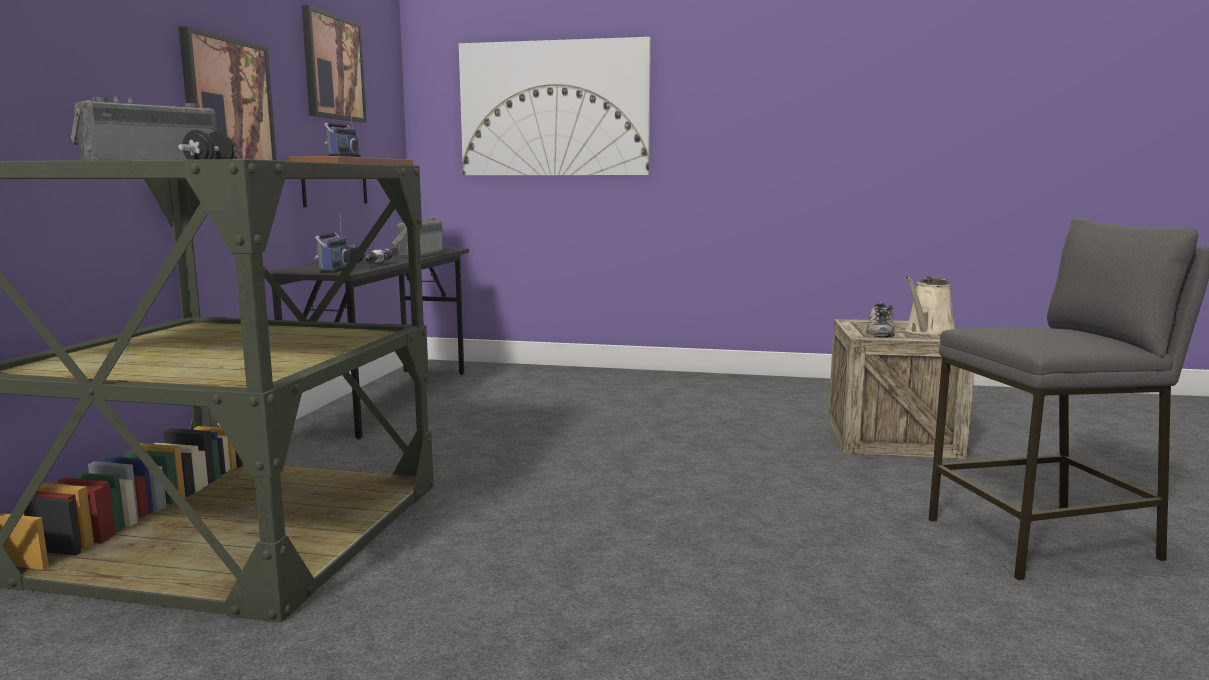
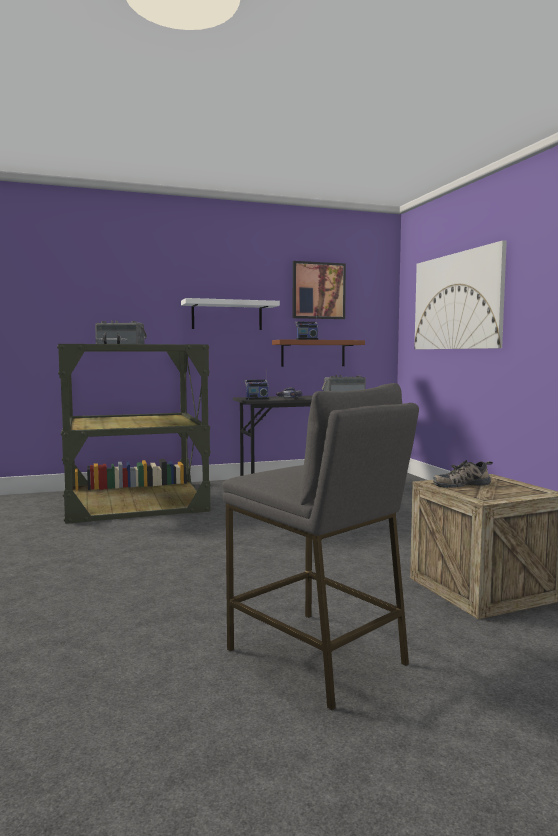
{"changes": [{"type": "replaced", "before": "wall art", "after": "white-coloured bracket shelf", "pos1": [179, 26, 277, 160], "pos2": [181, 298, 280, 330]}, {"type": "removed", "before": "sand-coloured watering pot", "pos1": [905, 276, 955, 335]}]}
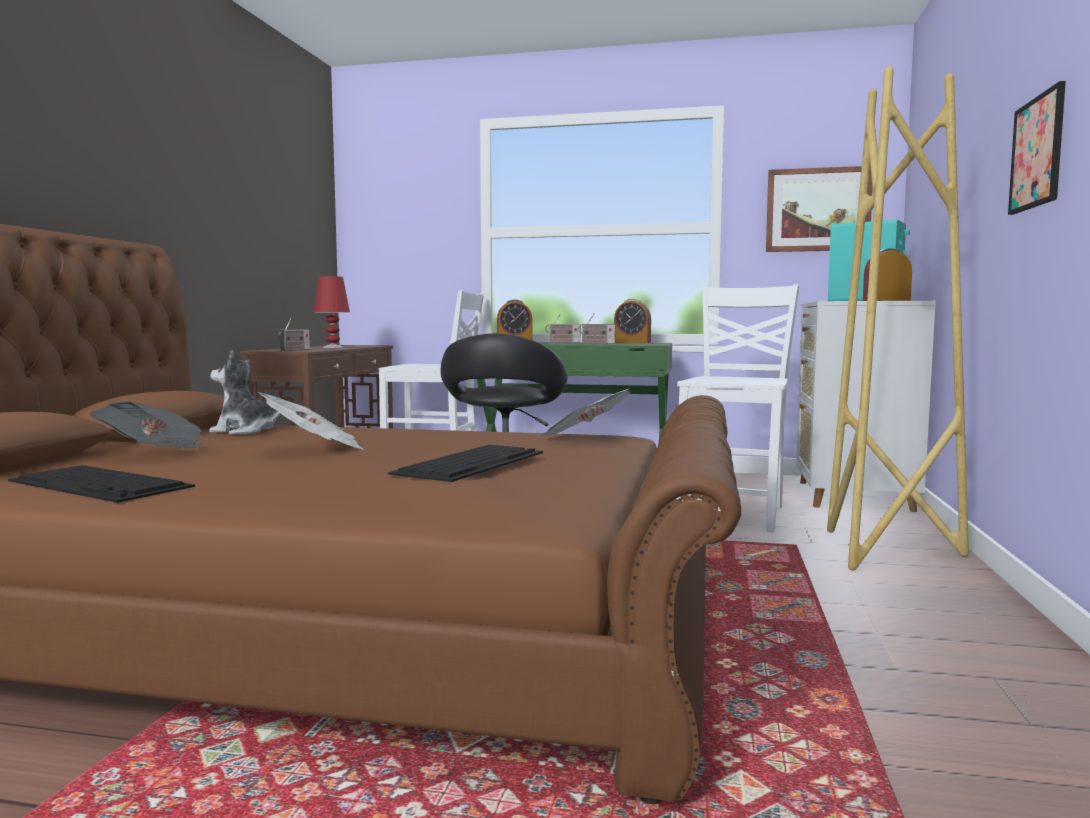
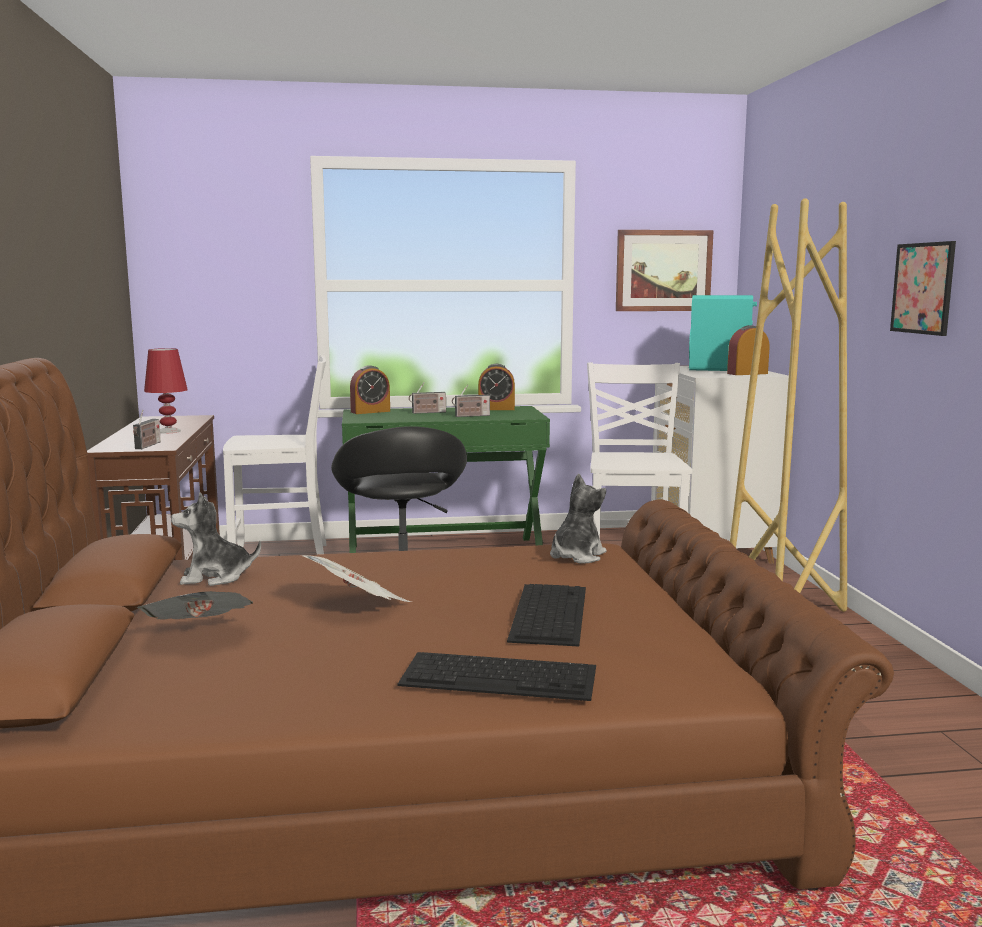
{"changes": [{"type": "replaced", "before": "daily paper", "after": "plush toy", "pos1": [541, 388, 630, 436], "pos2": [550, 474, 606, 564]}, {"type": "moved", "before": "PC keyboard", "pos1": [8, 465, 195, 503], "pos2": [397, 652, 596, 701]}]}
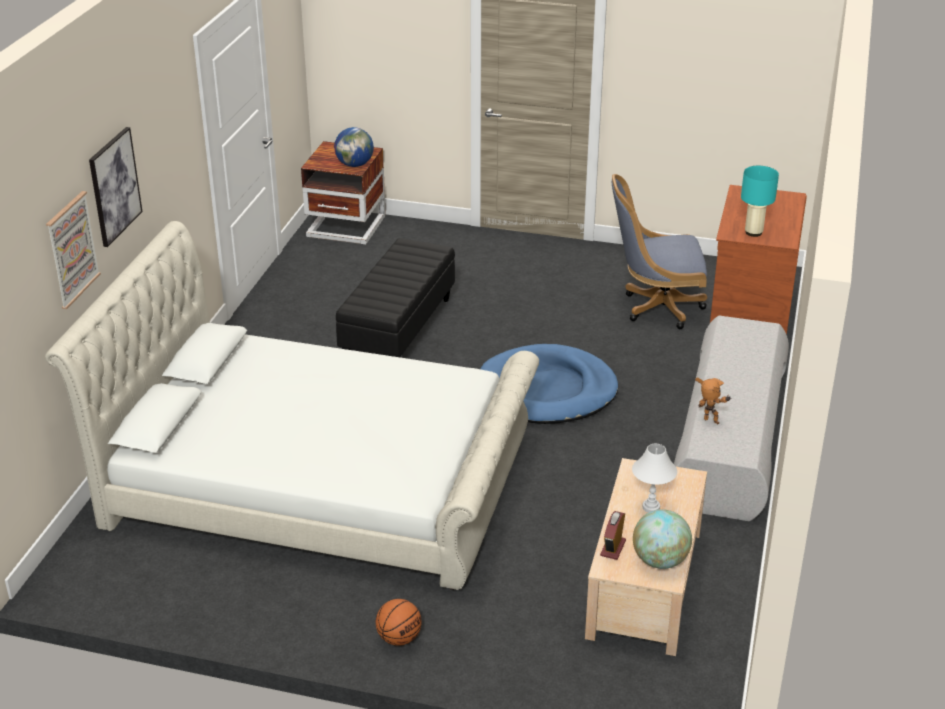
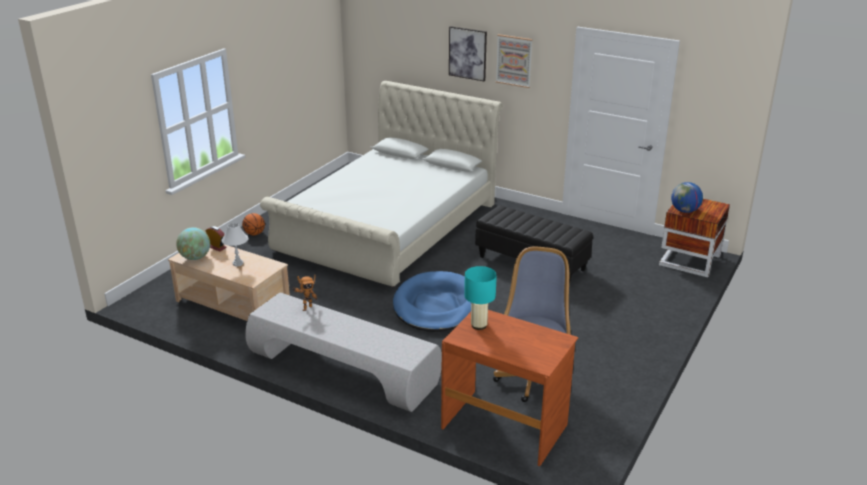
{"changes": [{"type": "moved", "before": "wall art", "pos1": [46, 191, 101, 309], "pos2": [496, 34, 533, 88]}]}
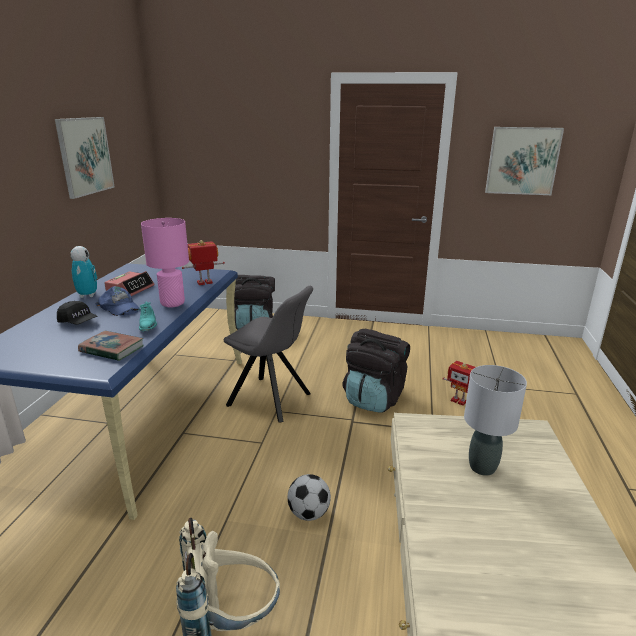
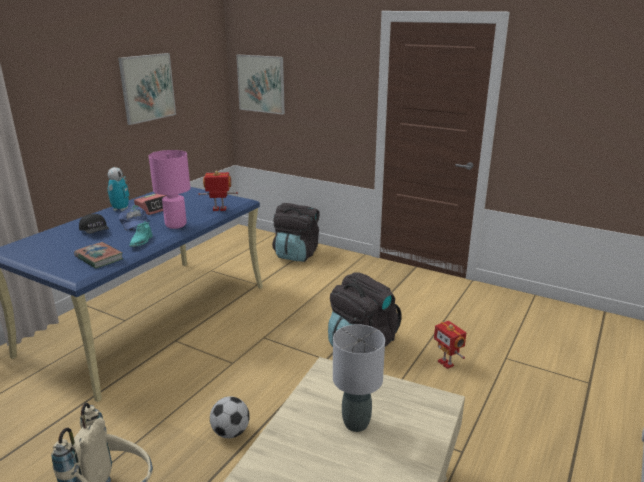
{"changes": [{"type": "moved", "before": "wall art", "pos1": [485, 127, 564, 195], "pos2": [236, 54, 285, 114]}, {"type": "removed", "before": "gray chair", "pos1": [224, 286, 313, 423]}]}
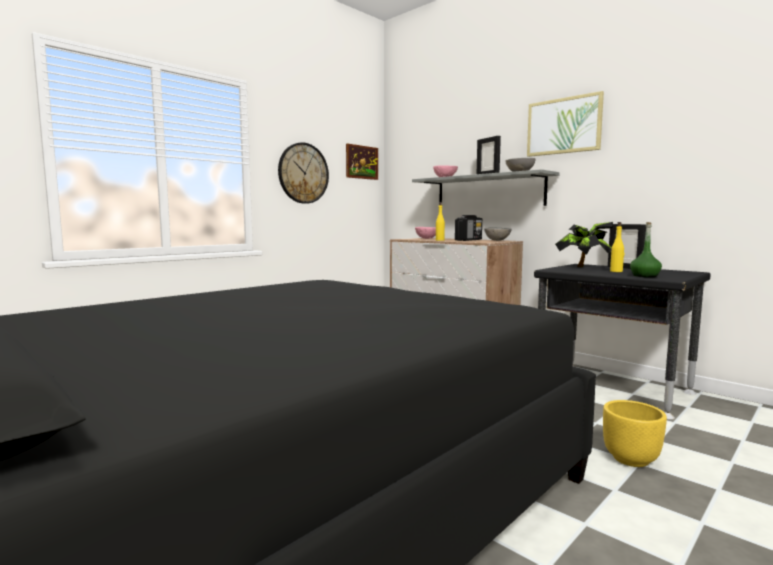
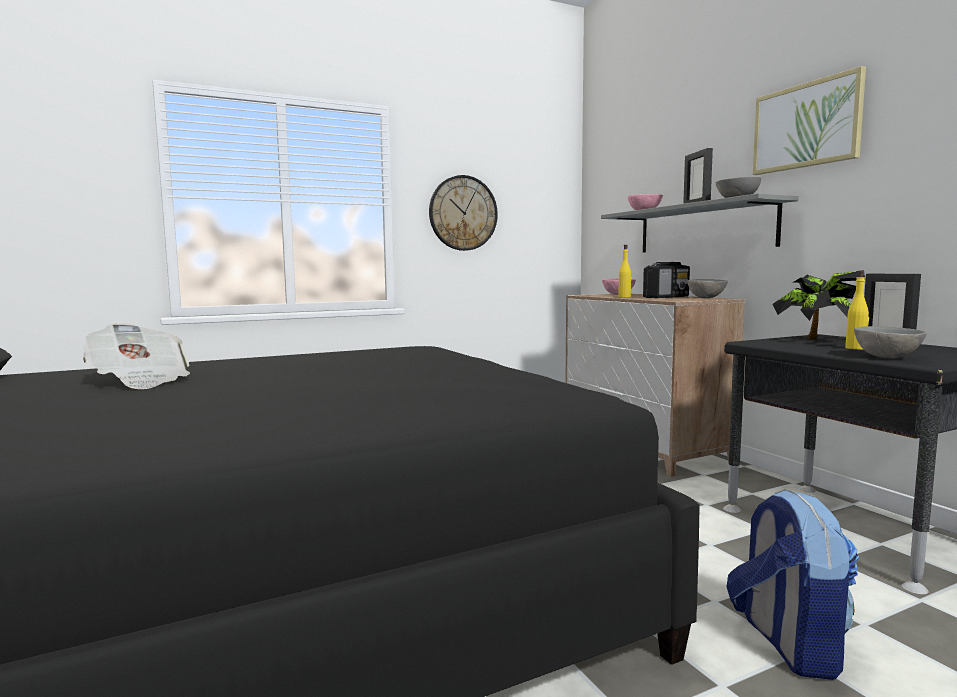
{"changes": [{"type": "removed", "before": "wall art", "pos1": [346, 143, 378, 180]}, {"type": "replaced", "before": "green beverage bottle", "after": "gray serving bowl", "pos1": [630, 222, 662, 277], "pos2": [854, 326, 927, 358]}, {"type": "replaced", "before": "yellow-coloured plant pot", "after": "rucksack", "pos1": [603, 400, 667, 467], "pos2": [726, 489, 859, 680]}, {"type": "added", "after": "daily paper", "pos2": [82, 323, 190, 389]}]}
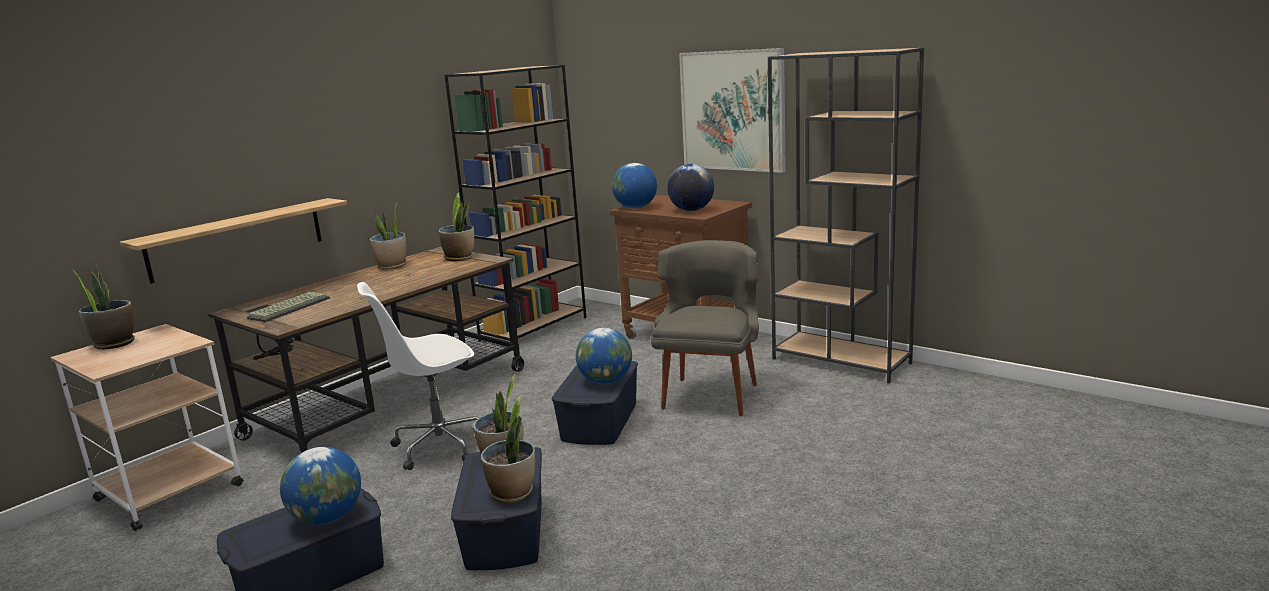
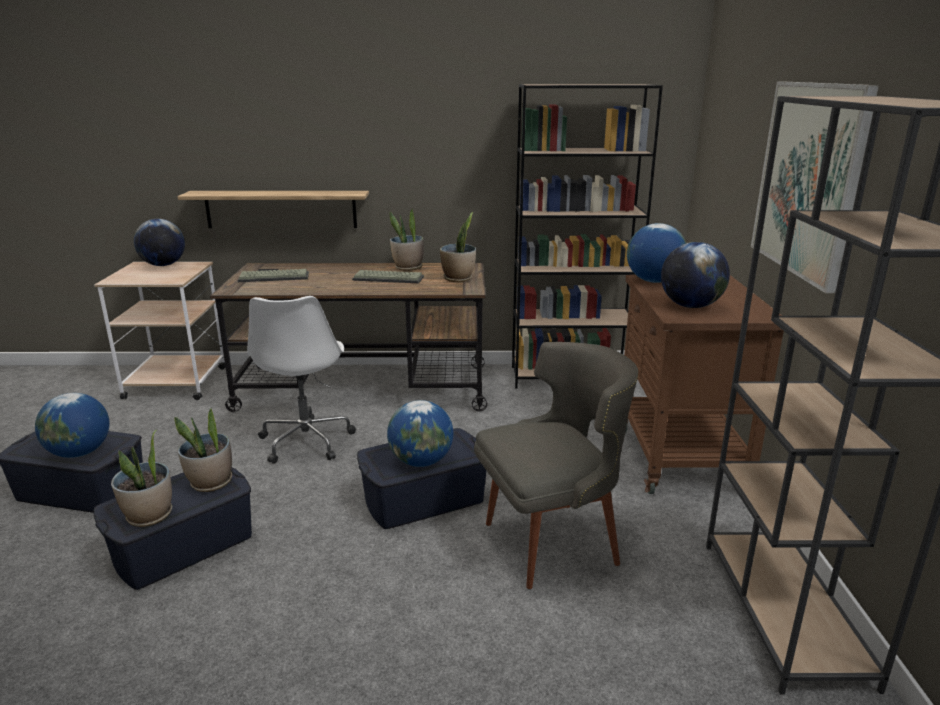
{"changes": [{"type": "replaced", "before": "houseplant", "after": "globe", "pos1": [69, 265, 135, 350], "pos2": [134, 219, 185, 266]}, {"type": "turned", "before": "white-coloured desk chair", "pos1": [357, 282, 480, 470], "pos2": [247, 296, 356, 464], "turn": -120}, {"type": "added", "after": "PC keyboard", "pos2": [352, 270, 424, 283]}]}
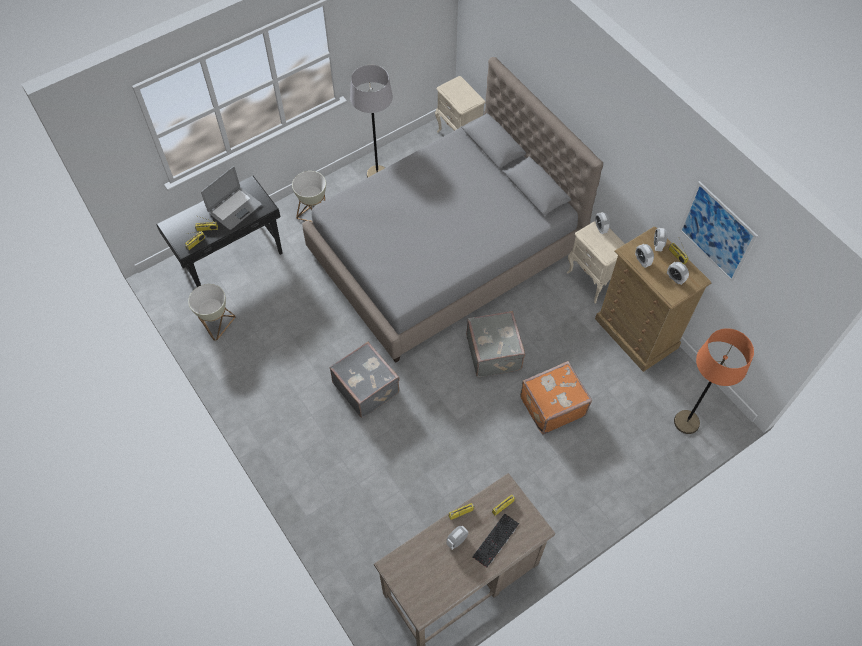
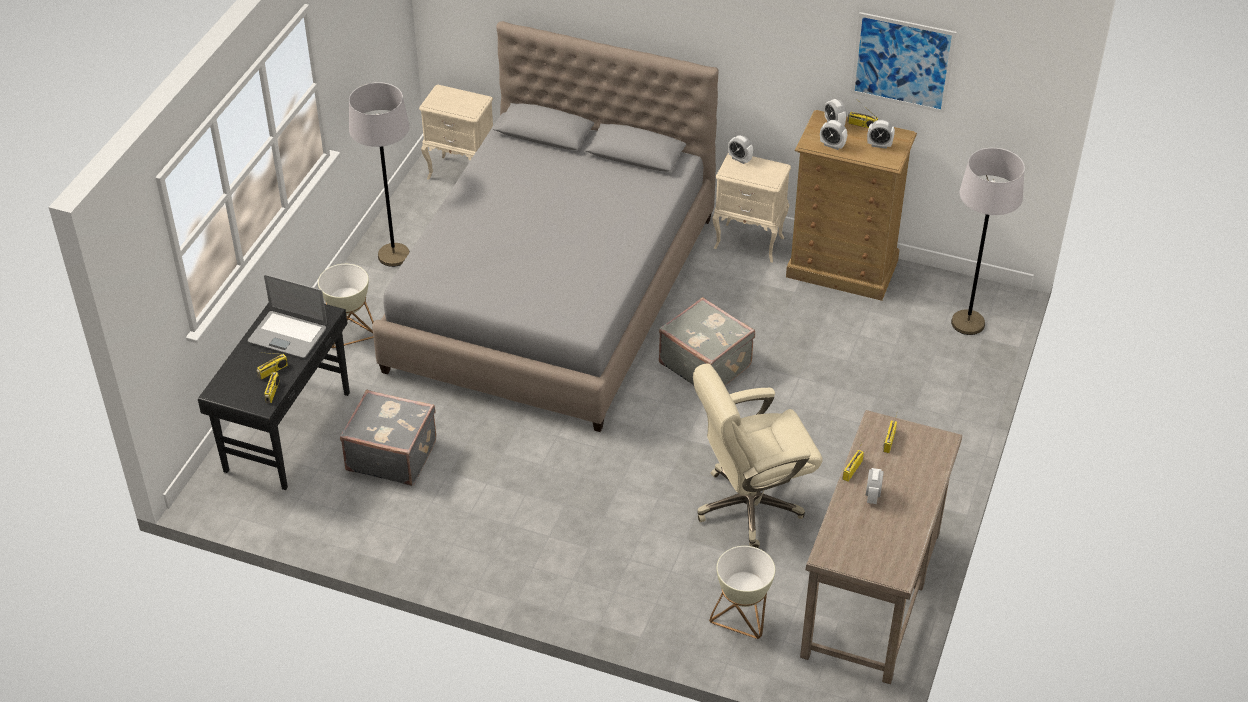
{"changes": [{"type": "turned", "before": "laptop", "pos1": [201, 166, 262, 230], "pos2": [248, 275, 327, 358], "turn": 105}, {"type": "moved", "before": "plant pot", "pos1": [188, 284, 236, 341], "pos2": [709, 546, 775, 639]}, {"type": "recoloured", "before": "orange standard lamp", "after": "gray standard lamp", "pos1": [674, 328, 754, 434], "pos2": [951, 148, 1025, 335]}, {"type": "moved", "before": "gray piece of luggage", "pos1": [330, 342, 400, 418], "pos2": [340, 390, 436, 486]}, {"type": "removed", "before": "orange piece of luggage", "pos1": [520, 361, 592, 435]}, {"type": "removed", "before": "PC keyboard", "pos1": [472, 513, 519, 568]}, {"type": "added", "after": "sand-coloured desk chair", "pos2": [693, 364, 823, 548]}]}
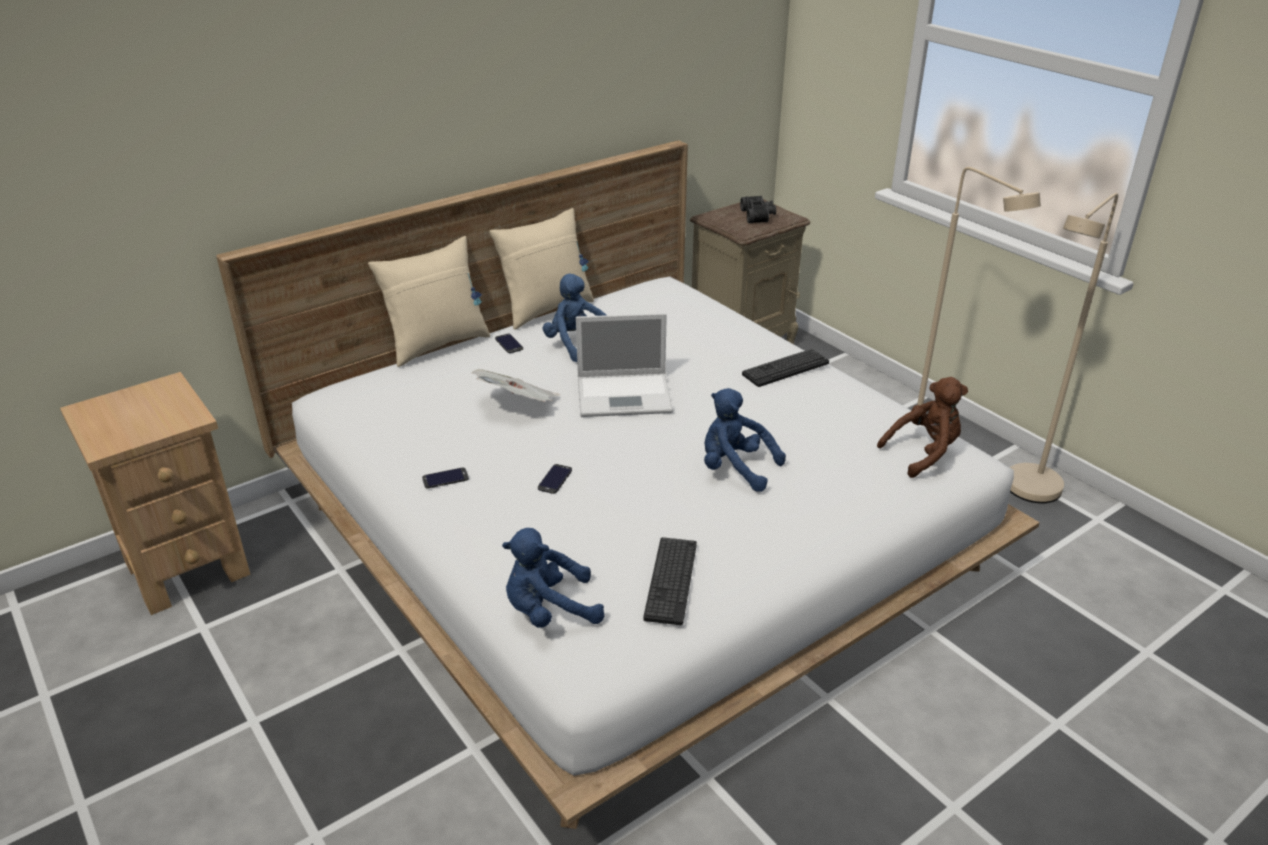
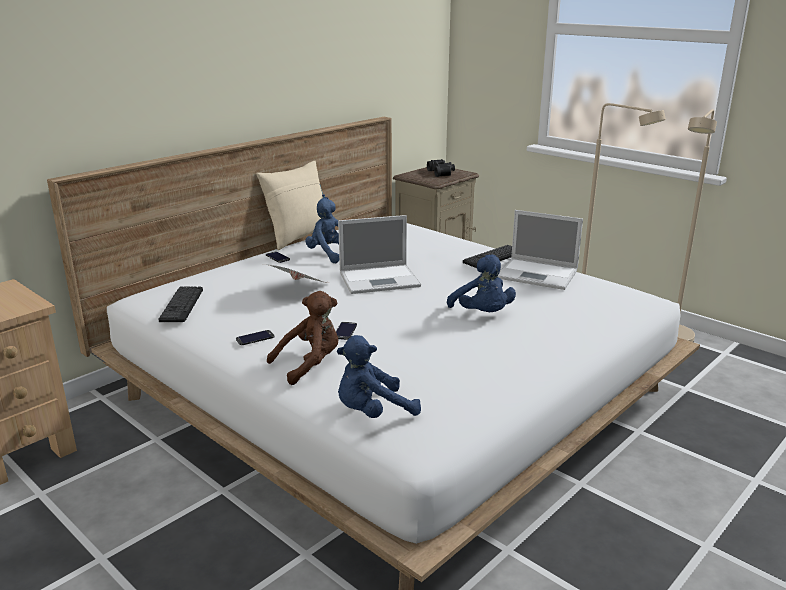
{"changes": [{"type": "removed", "before": "sand-coloured pillow", "pos1": [368, 236, 490, 367]}, {"type": "moved", "before": "brownish plush toy", "pos1": [877, 377, 968, 478], "pos2": [267, 291, 339, 385]}, {"type": "turned", "before": "blue plush toy", "pos1": [704, 388, 786, 492], "pos2": [447, 255, 516, 312], "turn": -135}, {"type": "moved", "before": "PC keyboard", "pos1": [644, 537, 697, 625], "pos2": [158, 286, 203, 322]}, {"type": "added", "after": "laptop", "pos2": [498, 210, 583, 290]}]}
